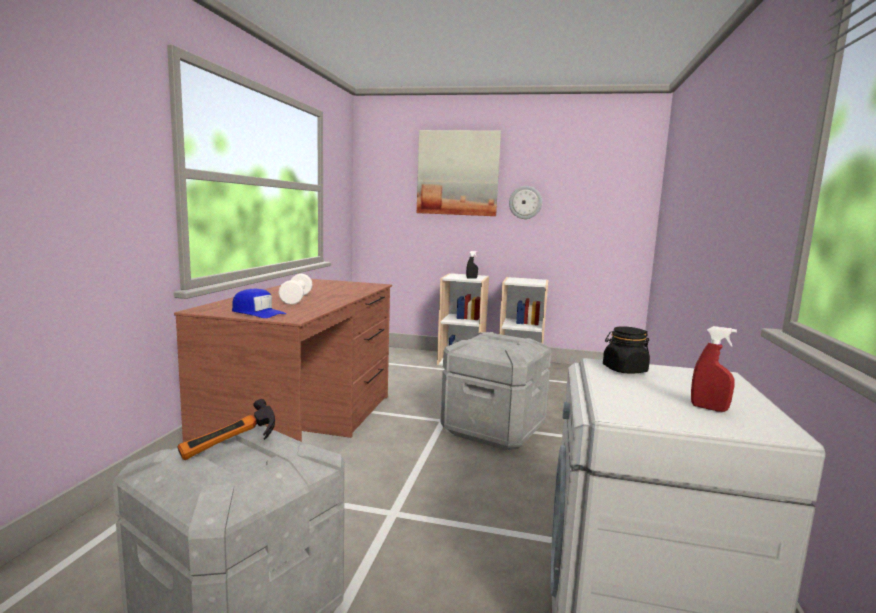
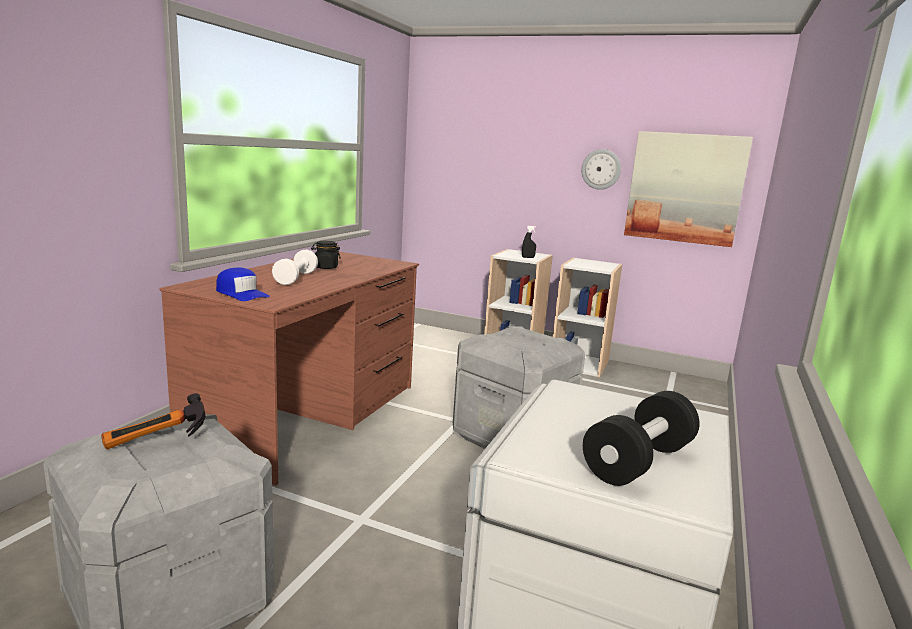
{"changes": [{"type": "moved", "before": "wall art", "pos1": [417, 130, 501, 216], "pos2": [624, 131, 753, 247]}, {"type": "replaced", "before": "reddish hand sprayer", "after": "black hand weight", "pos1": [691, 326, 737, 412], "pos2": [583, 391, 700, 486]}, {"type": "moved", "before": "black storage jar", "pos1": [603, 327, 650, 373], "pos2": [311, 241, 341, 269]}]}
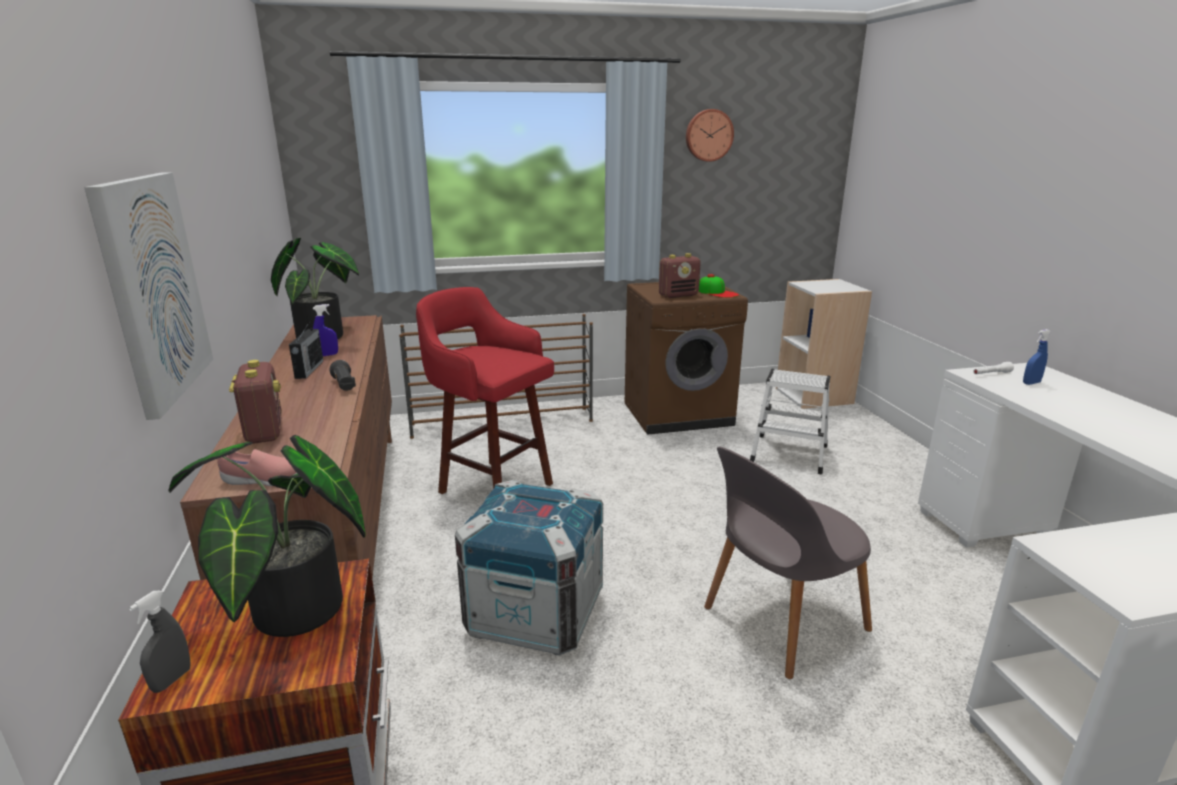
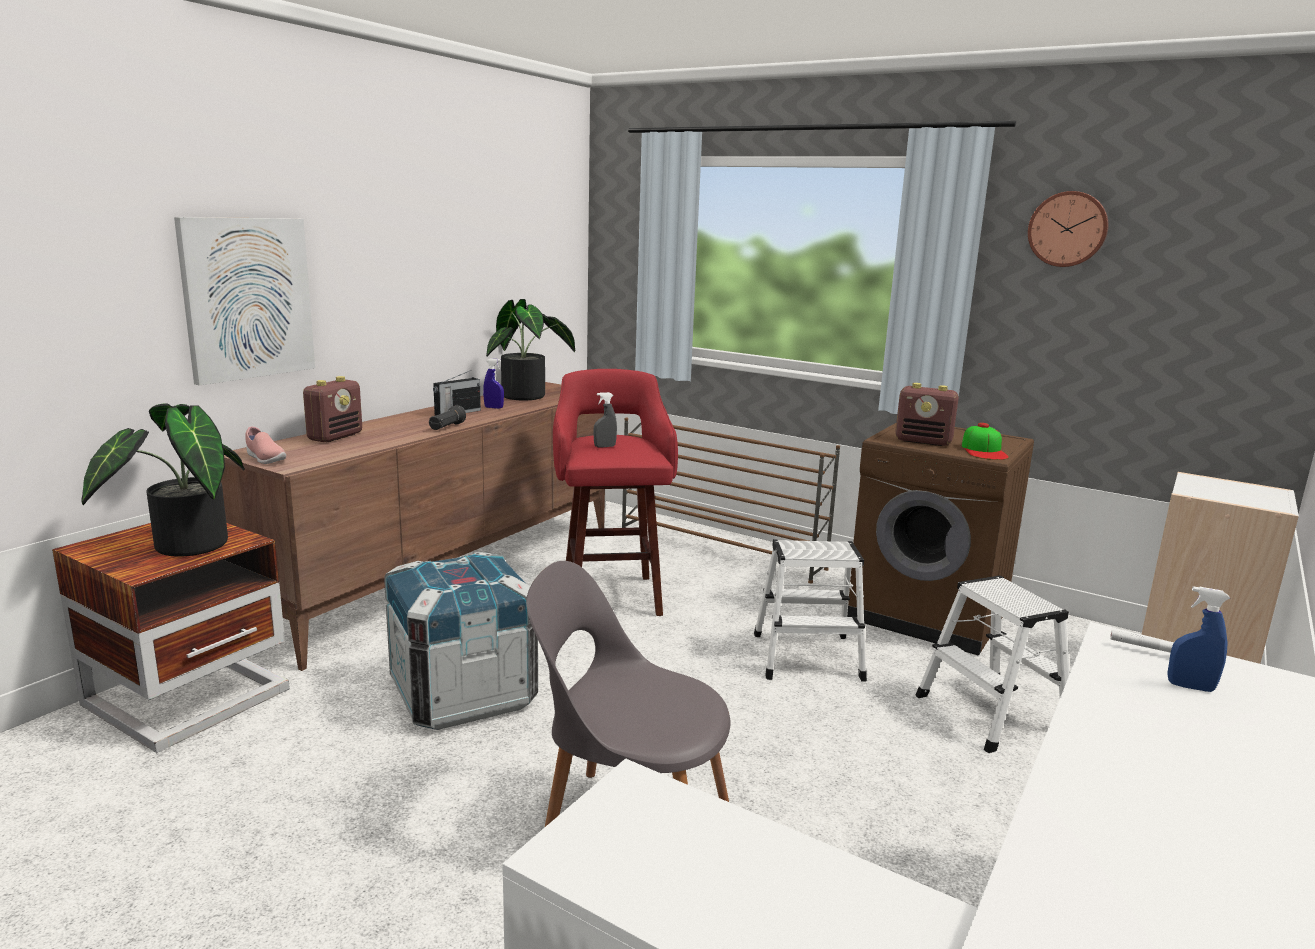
{"changes": [{"type": "moved", "before": "gray hand sprayer", "pos1": [129, 591, 191, 693], "pos2": [593, 392, 617, 447]}, {"type": "added", "after": "white-coloured step stool", "pos2": [754, 539, 867, 682]}]}
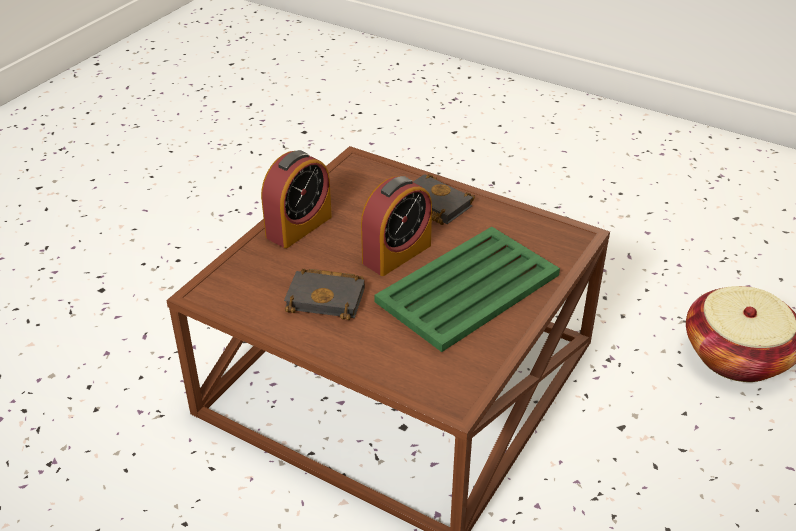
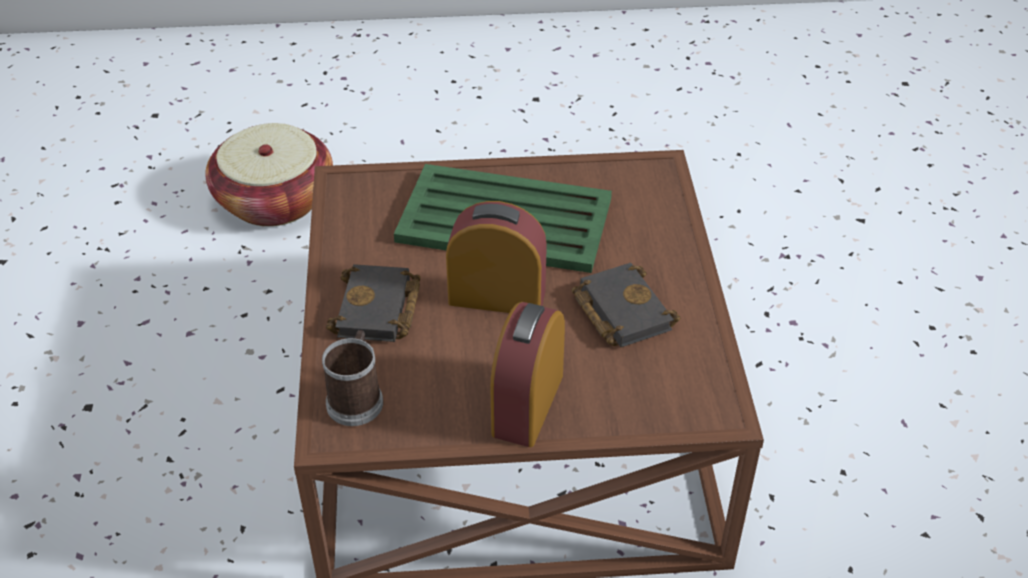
{"changes": [{"type": "turned", "before": "table clock", "pos1": [261, 150, 332, 248], "pos2": [490, 302, 565, 447], "turn": -75}, {"type": "added", "after": "mug", "pos2": [322, 330, 383, 426]}]}
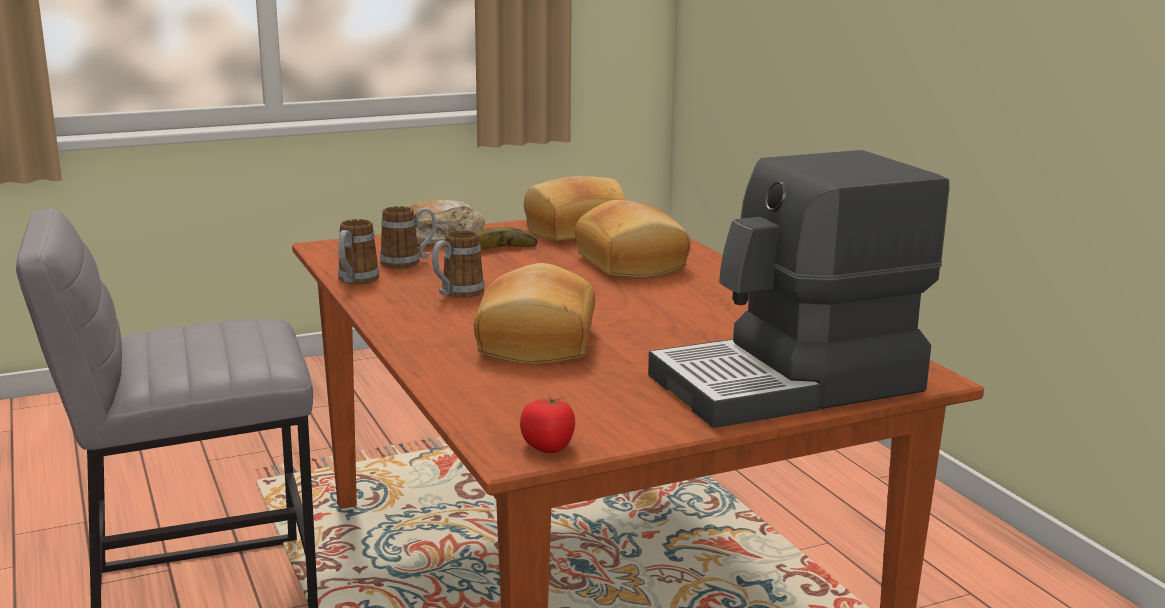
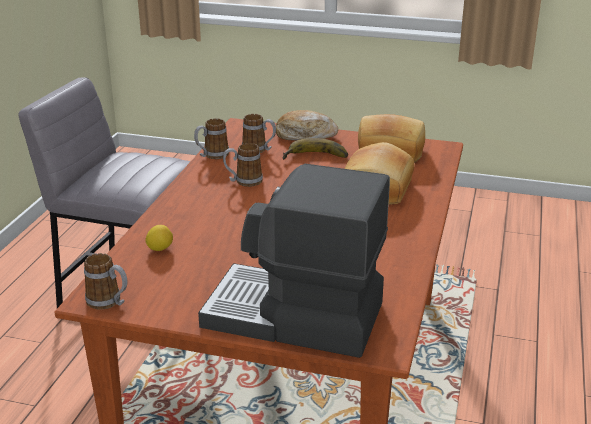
{"changes": [{"type": "removed", "before": "bakery bread", "pos1": [474, 263, 595, 364]}, {"type": "replaced", "before": "fresh tomato", "after": "mug", "pos1": [520, 395, 575, 453], "pos2": [84, 253, 127, 310]}, {"type": "added", "after": "whole lemon", "pos2": [146, 225, 173, 251]}]}
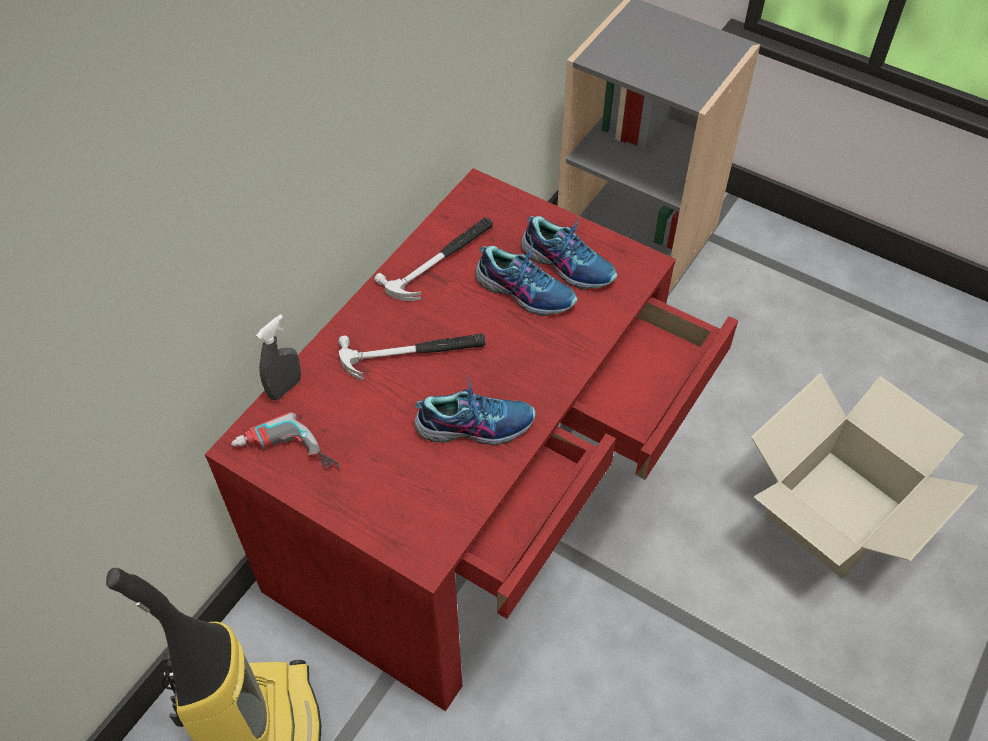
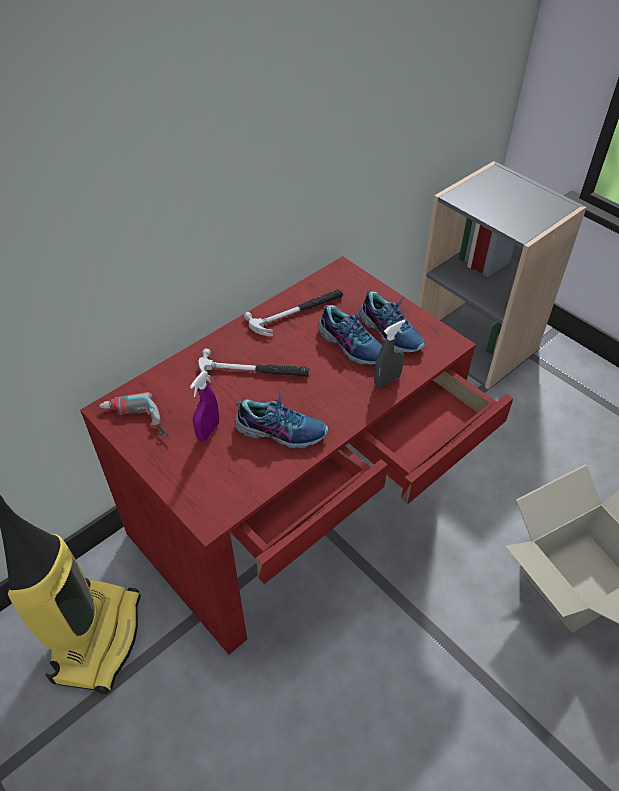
{"changes": [{"type": "moved", "before": "gray hand sprayer", "pos1": [256, 314, 301, 400], "pos2": [374, 320, 406, 387]}, {"type": "added", "after": "purple hand sprayer", "pos2": [190, 371, 219, 441]}]}
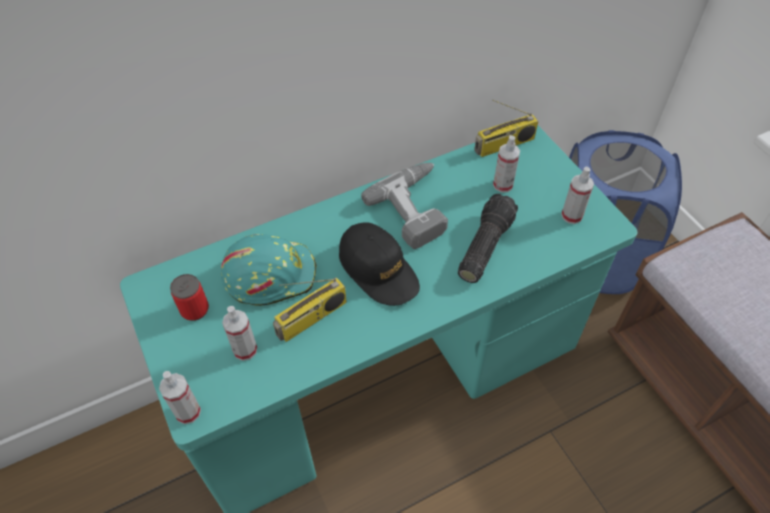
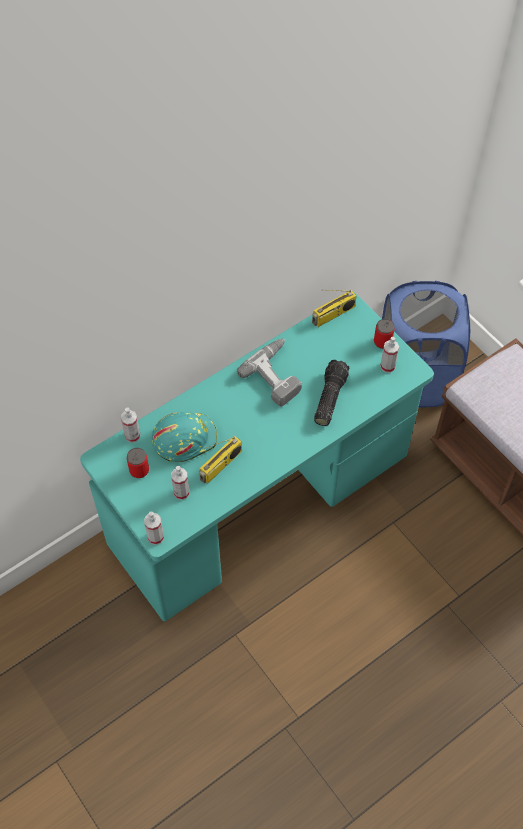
{"changes": [{"type": "moved", "before": "hand sprayer", "pos1": [493, 135, 520, 192], "pos2": [121, 408, 141, 443]}, {"type": "removed", "before": "black baseball cap", "pos1": [339, 222, 420, 306]}, {"type": "added", "after": "sealed can", "pos2": [374, 319, 395, 349]}]}
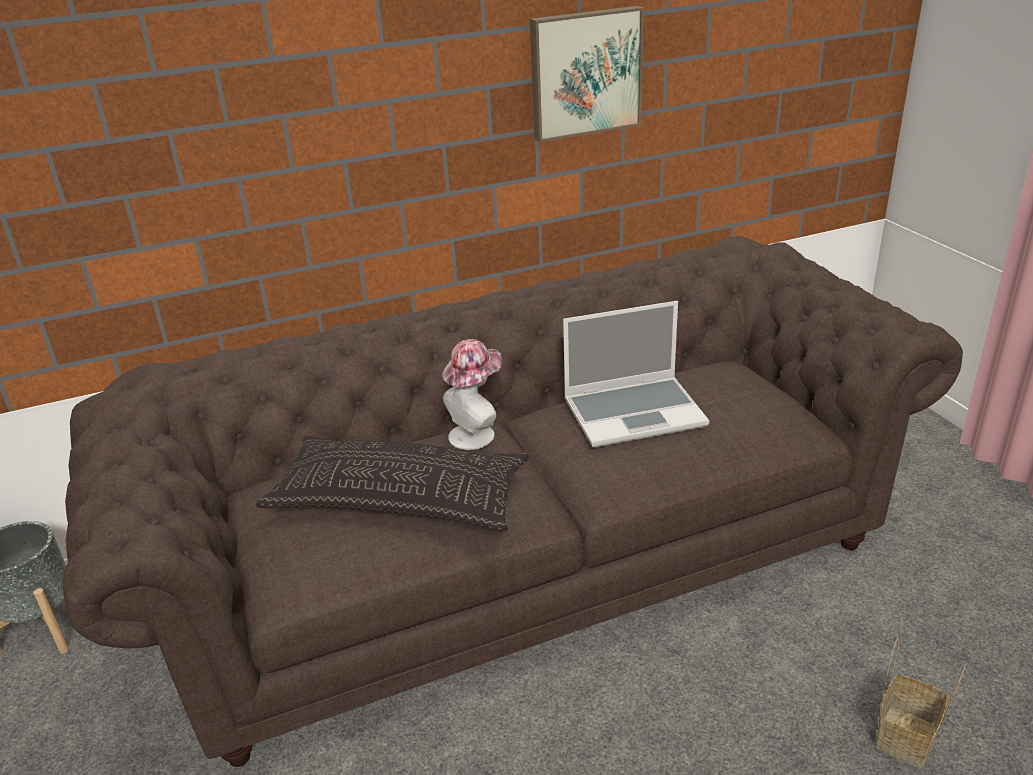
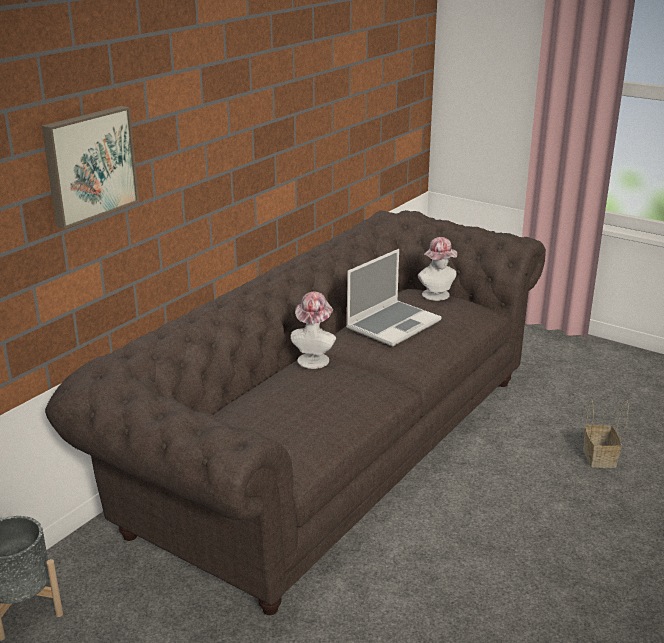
{"changes": [{"type": "moved", "before": "wall art", "pos1": [530, 6, 644, 142], "pos2": [42, 106, 139, 229]}, {"type": "removed", "before": "pillow", "pos1": [256, 435, 529, 532]}, {"type": "added", "after": "wearable hat", "pos2": [418, 237, 457, 301]}]}
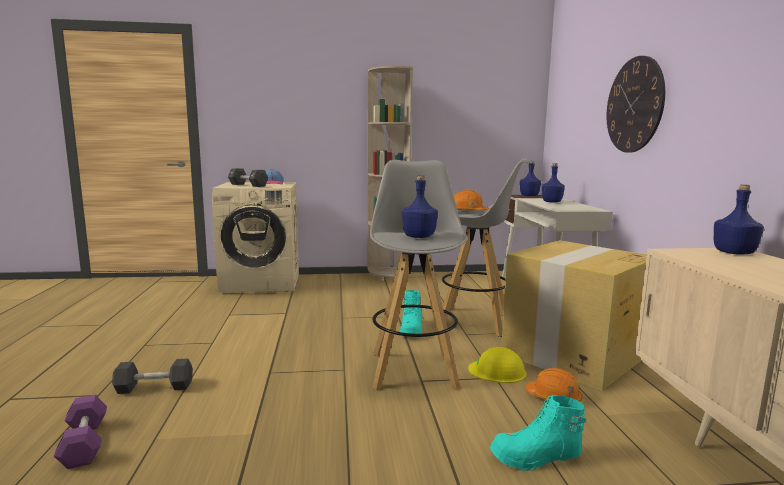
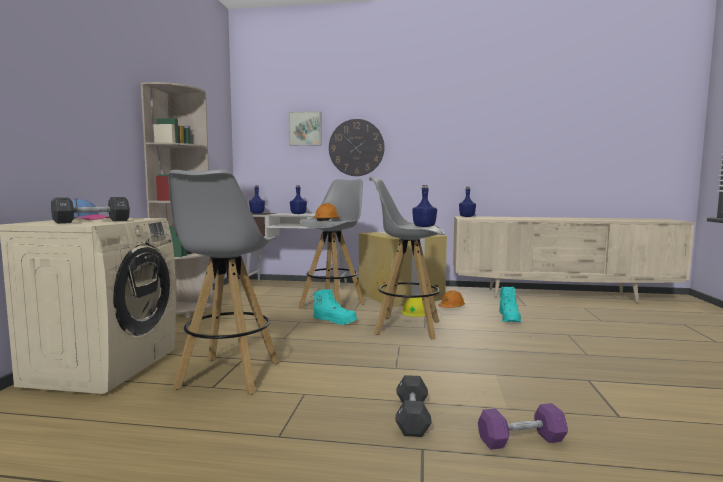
{"changes": [{"type": "added", "after": "wall art", "pos2": [288, 111, 322, 146]}, {"type": "added", "after": "gray stool seat", "pos2": [168, 170, 279, 395]}]}
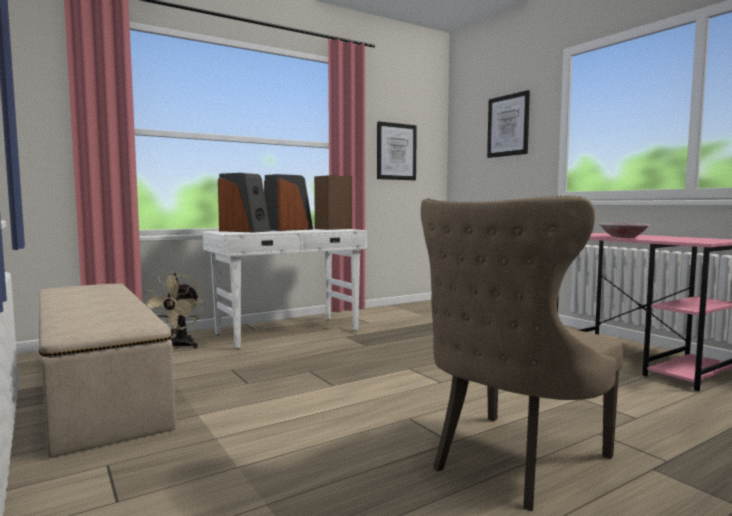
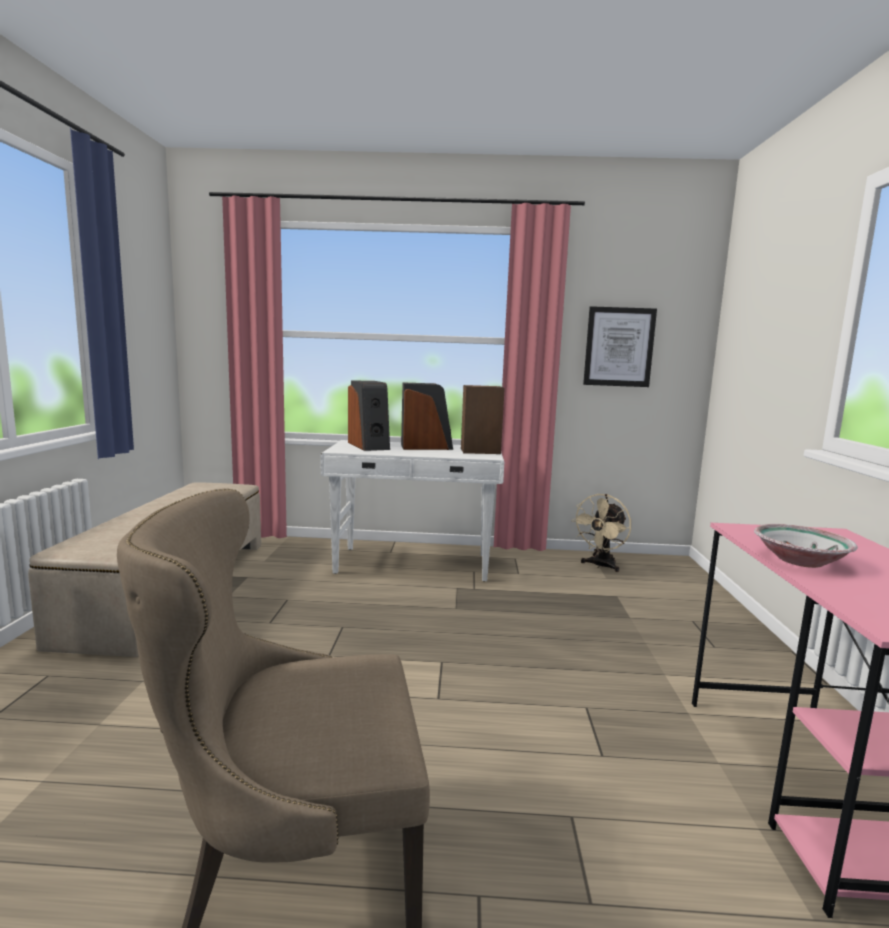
{"changes": [{"type": "removed", "before": "wall art", "pos1": [487, 90, 530, 158]}, {"type": "moved", "before": "sand-coloured electric fan", "pos1": [145, 273, 204, 348], "pos2": [571, 494, 631, 572]}]}
